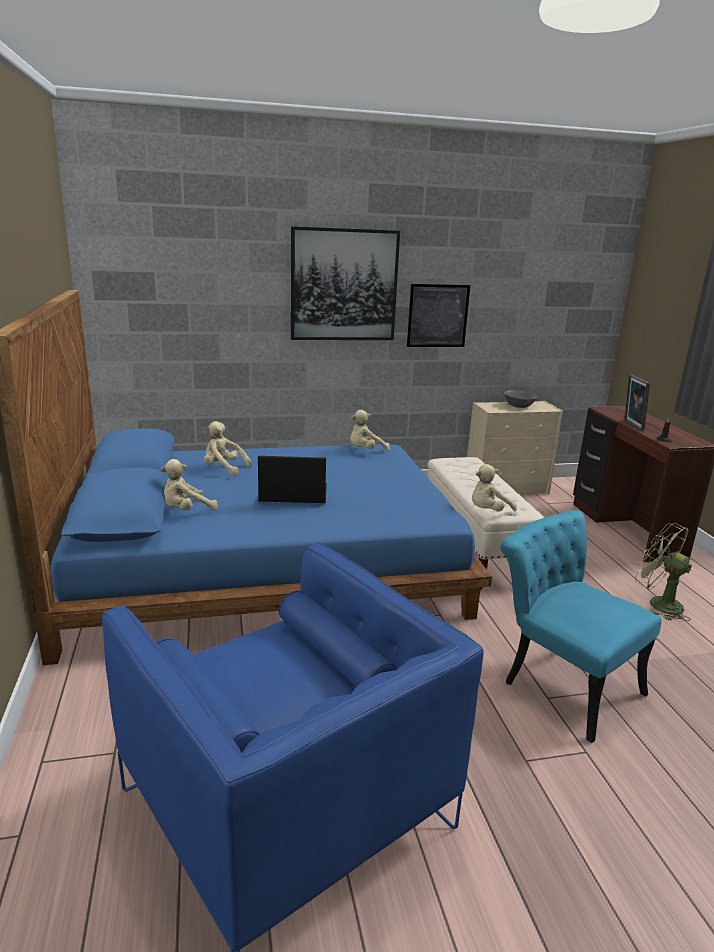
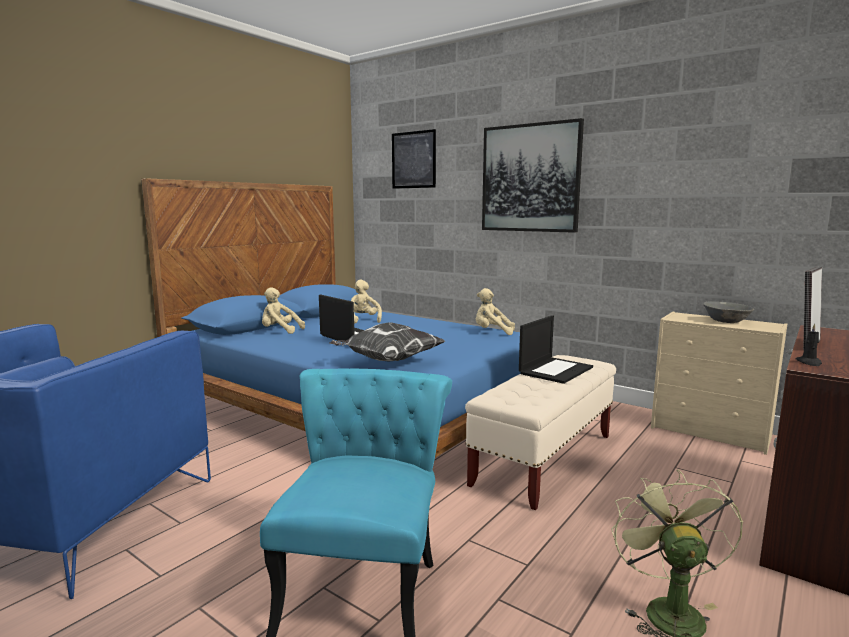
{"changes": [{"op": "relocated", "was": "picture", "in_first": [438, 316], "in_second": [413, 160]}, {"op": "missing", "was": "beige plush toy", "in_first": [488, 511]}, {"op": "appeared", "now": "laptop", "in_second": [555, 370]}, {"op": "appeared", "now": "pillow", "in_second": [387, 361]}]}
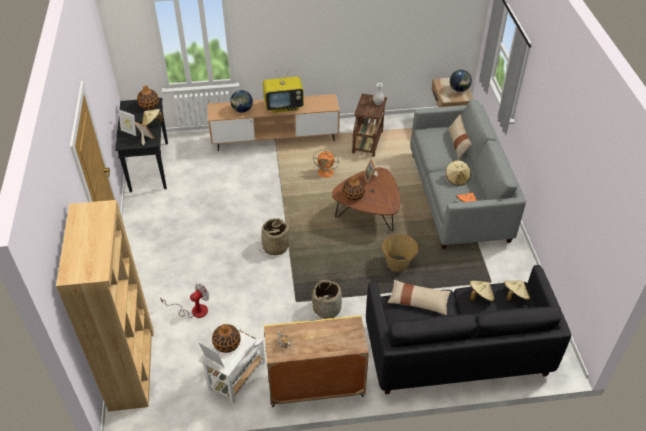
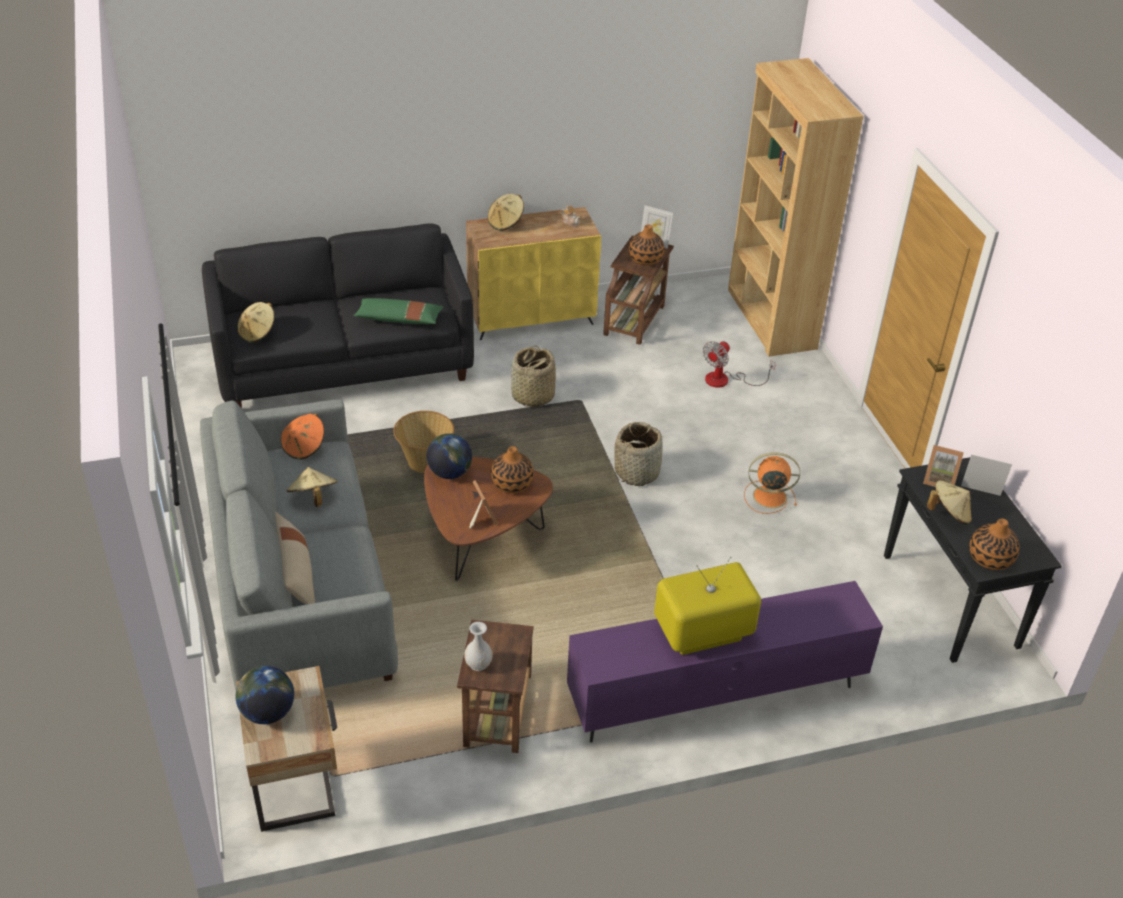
{"changes": [{"op": "relocated", "was": "globe", "in_first": [242, 110], "in_second": [450, 473]}, {"op": "colour", "was": "brown tv stand", "now": "purple tv stand", "in_first": [275, 140], "in_second": [716, 695]}, {"op": "relocated", "was": "orange fan", "in_first": [326, 172], "in_second": [768, 496]}, {"op": "colour", "was": "beige pillow", "now": "green pillow", "in_first": [418, 301], "in_second": [399, 319]}, {"op": "relocated", "was": "beige hat", "in_first": [480, 296], "in_second": [506, 223]}, {"op": "colour", "was": "white side table", "now": "brown side table", "in_first": [236, 377], "in_second": [635, 319]}]}
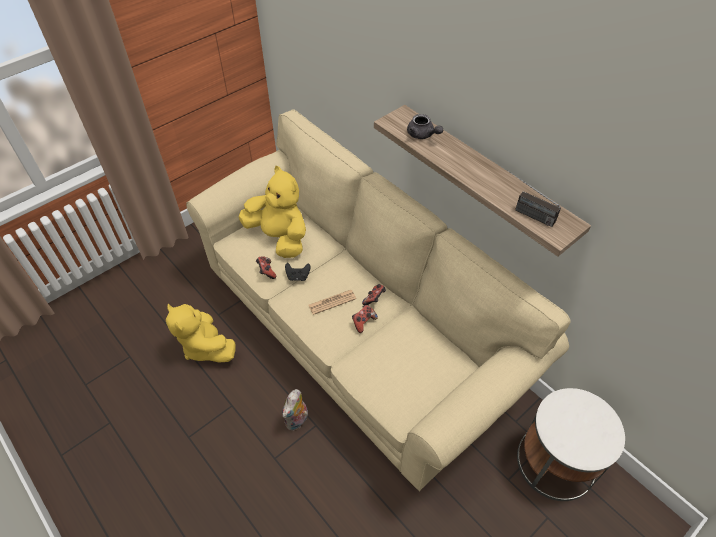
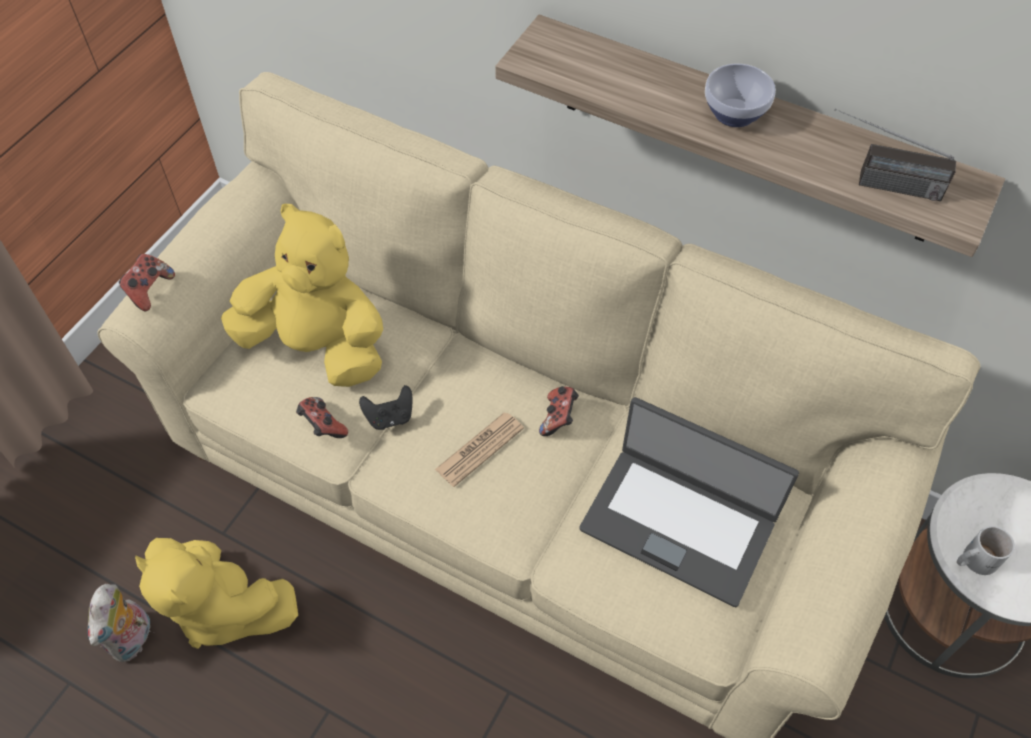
{"changes": [{"op": "missing", "was": "grey teapot", "in_first": [422, 135]}, {"op": "relocated", "was": "game controller", "in_first": [363, 322], "in_second": [149, 290]}, {"op": "relocated", "was": "plush toy", "in_first": [297, 421], "in_second": [134, 639]}, {"op": "appeared", "now": "bowl", "in_second": [735, 112]}, {"op": "appeared", "now": "laptop", "in_second": [678, 523]}, {"op": "appeared", "now": "white mug", "in_second": [973, 559]}]}
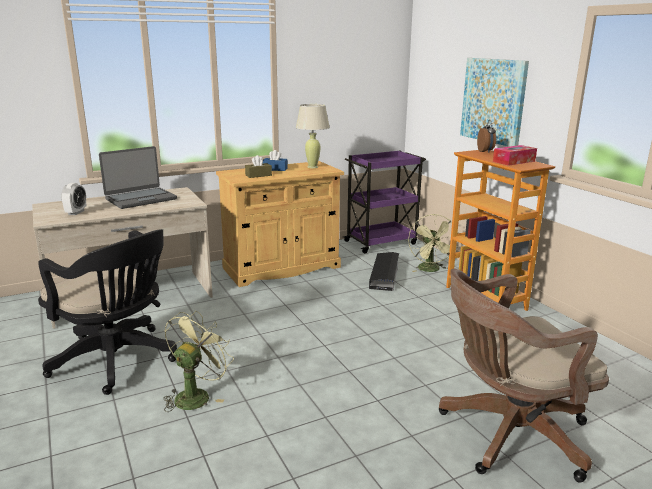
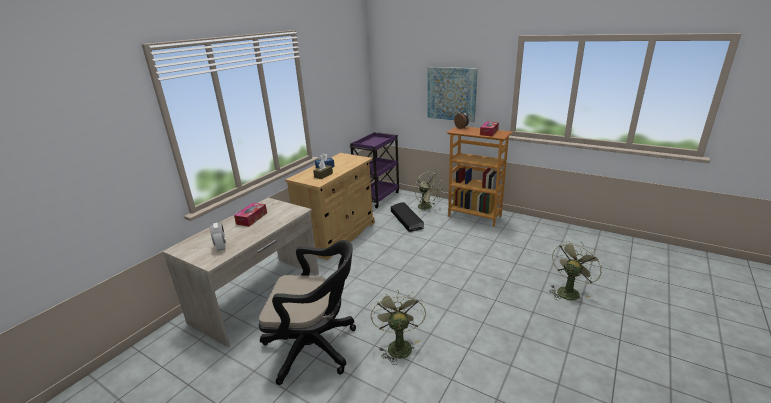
{"changes": [{"op": "missing", "was": "beige table lamp", "in_first": [312, 167]}, {"op": "exchanged", "was": "laptop", "now": "tissue box", "in_first": [140, 199], "in_second": [252, 218]}, {"op": "exchanged", "was": "brown office chair", "now": "green fan", "in_first": [507, 435], "in_second": [569, 291]}]}
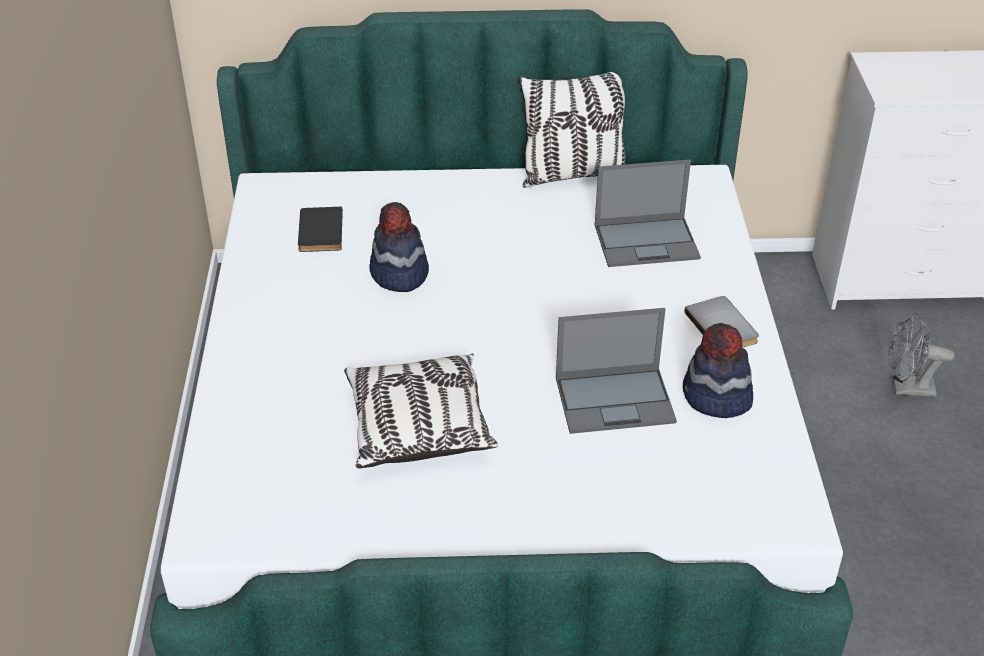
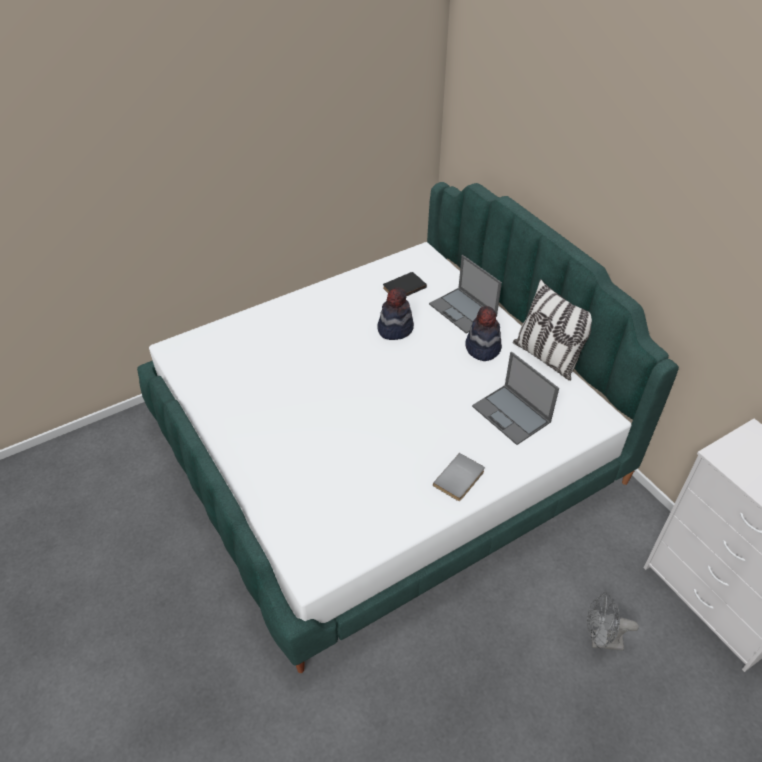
{"changes": [{"op": "relocated", "was": "laptop", "in_first": [616, 400], "in_second": [463, 310]}, {"op": "spun", "was": "grey fan", "in_first": [906, 388], "in_second": [600, 640], "clockwise": -60}, {"op": "relocated", "was": "hat", "in_first": [716, 397], "in_second": [482, 348]}, {"op": "missing", "was": "pillow", "in_first": [418, 426]}]}
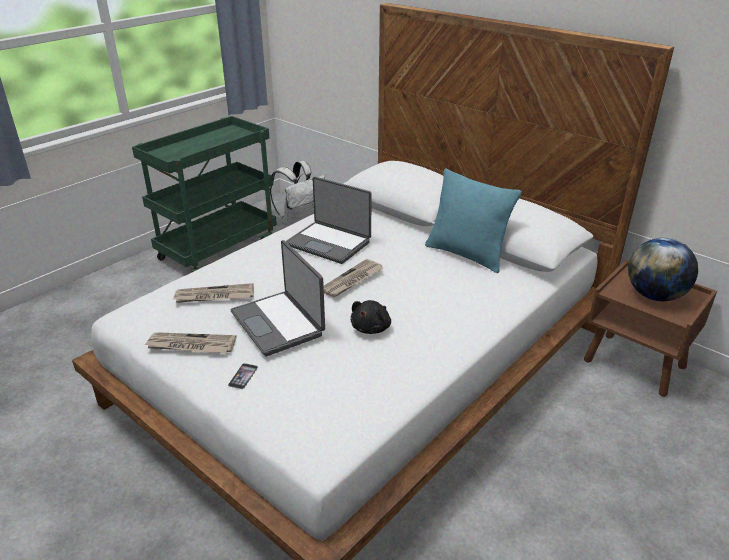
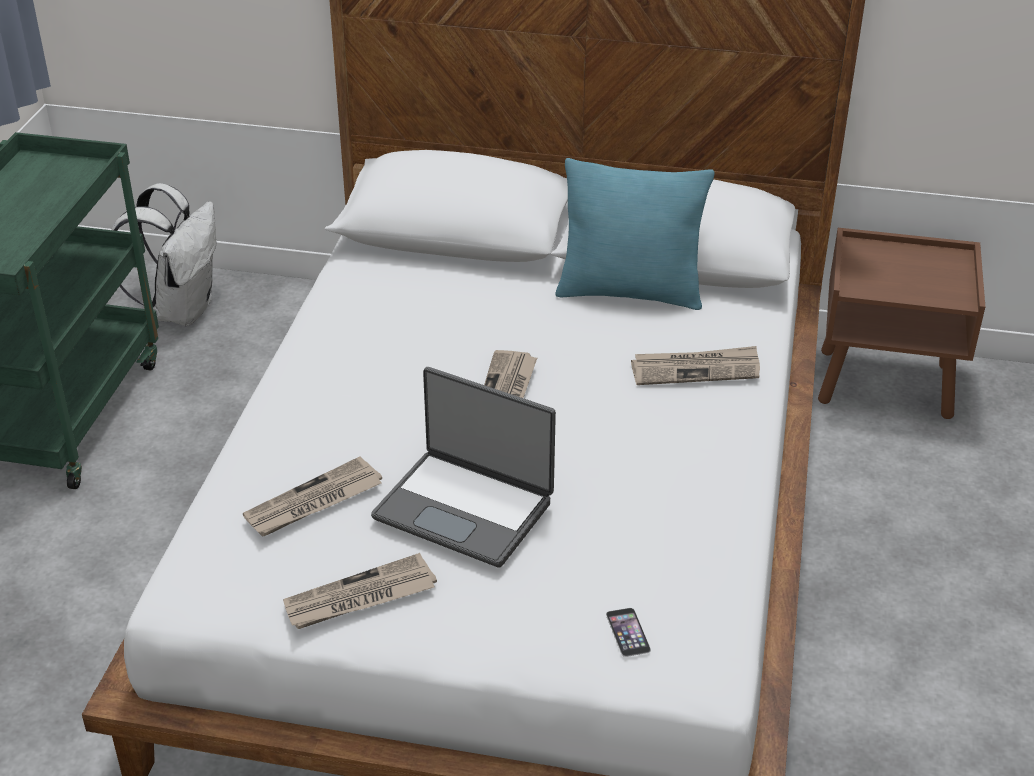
{"changes": [{"op": "missing", "was": "laptop", "in_first": [329, 243]}, {"op": "missing", "was": "globe", "in_first": [654, 296]}, {"op": "missing", "was": "black plush toy", "in_first": [372, 328]}, {"op": "relocated", "was": "phone", "in_first": [243, 376], "in_second": [628, 632]}, {"op": "appeared", "now": "newspaper", "in_second": [696, 369]}]}
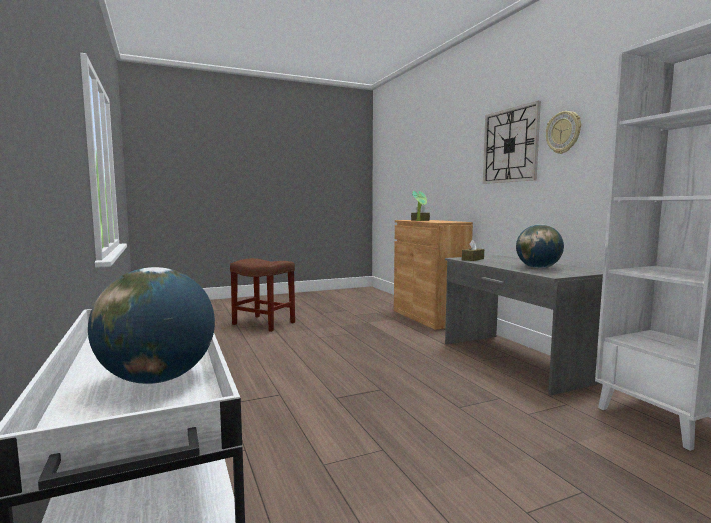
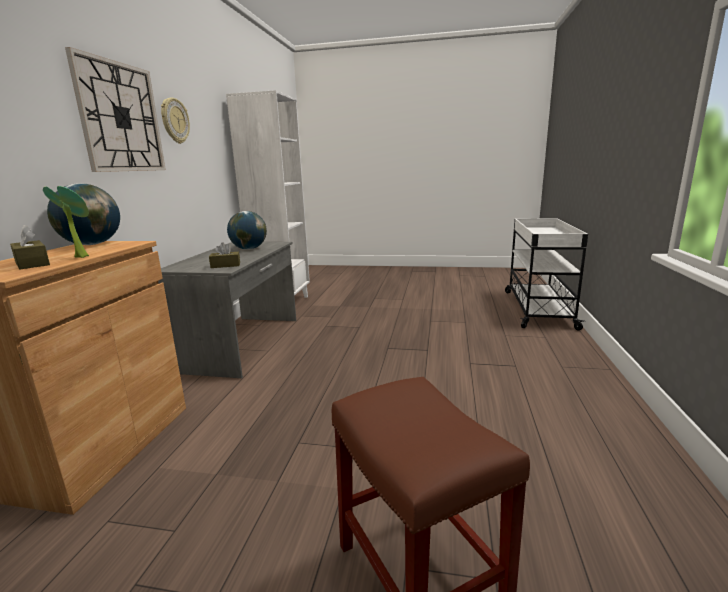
{"changes": [{"op": "relocated", "was": "globe", "in_first": [159, 378], "in_second": [91, 244]}]}
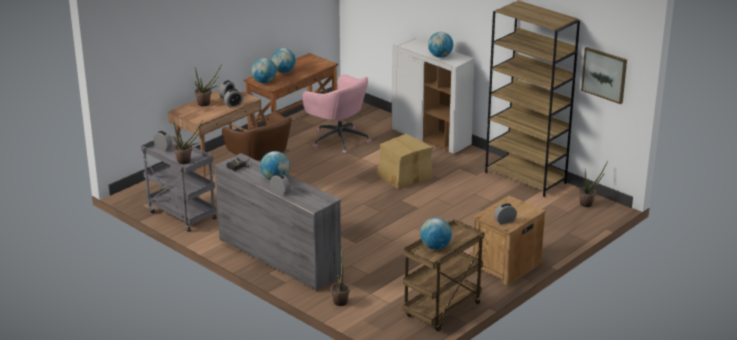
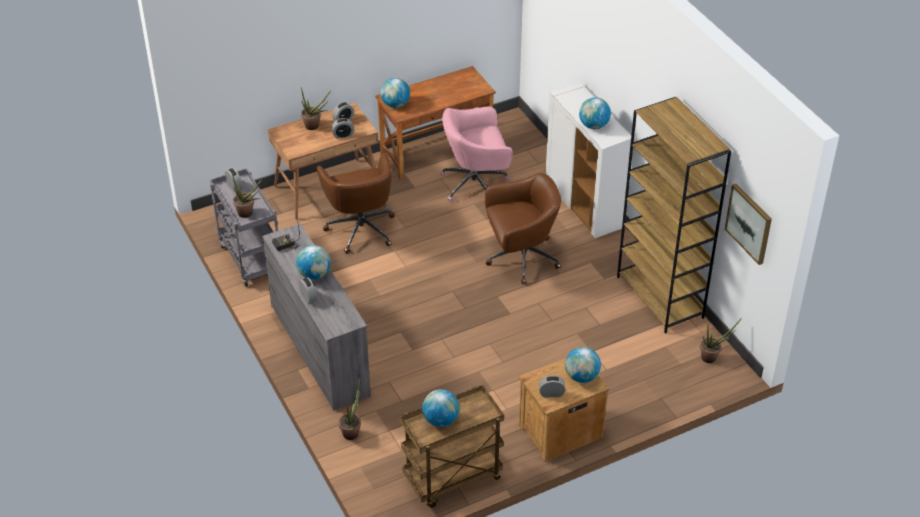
{"changes": [{"op": "relocated", "was": "globe", "in_first": [283, 72], "in_second": [581, 377]}, {"op": "spun", "was": "pink office chair", "in_first": [338, 140], "in_second": [476, 184], "clockwise": 105}, {"op": "exchanged", "was": "cardboard box", "now": "brown office chair", "in_first": [404, 175], "in_second": [521, 258]}]}
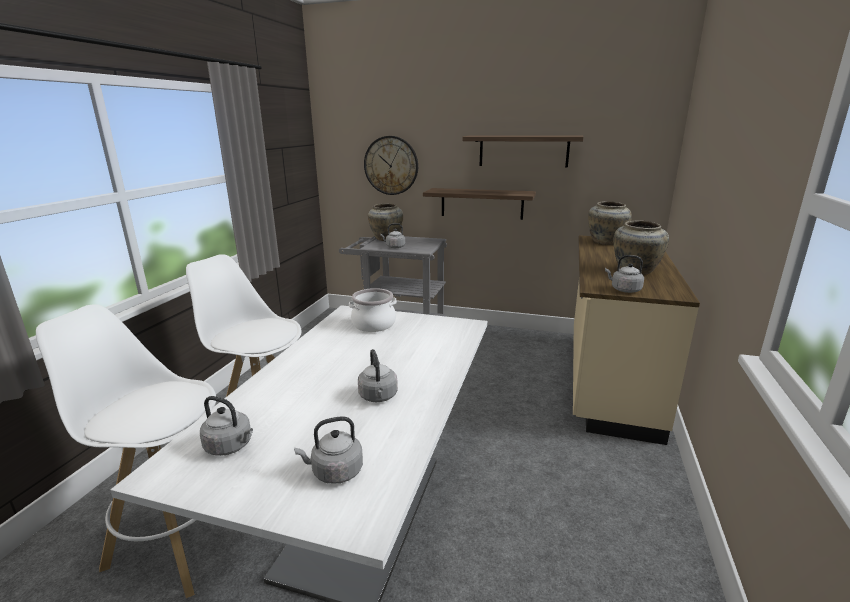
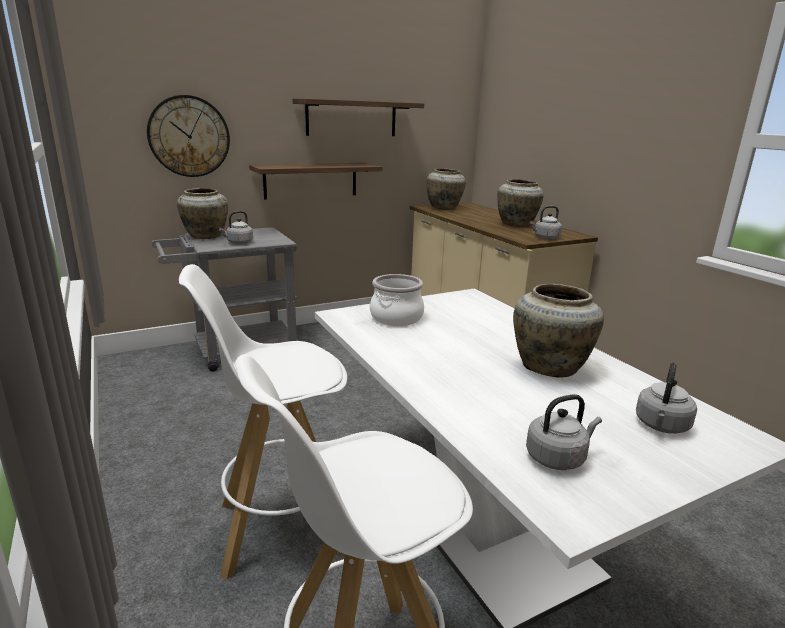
{"changes": [{"op": "exchanged", "was": "grey kettle", "now": "beige vase", "in_first": [378, 397], "in_second": [550, 367]}]}
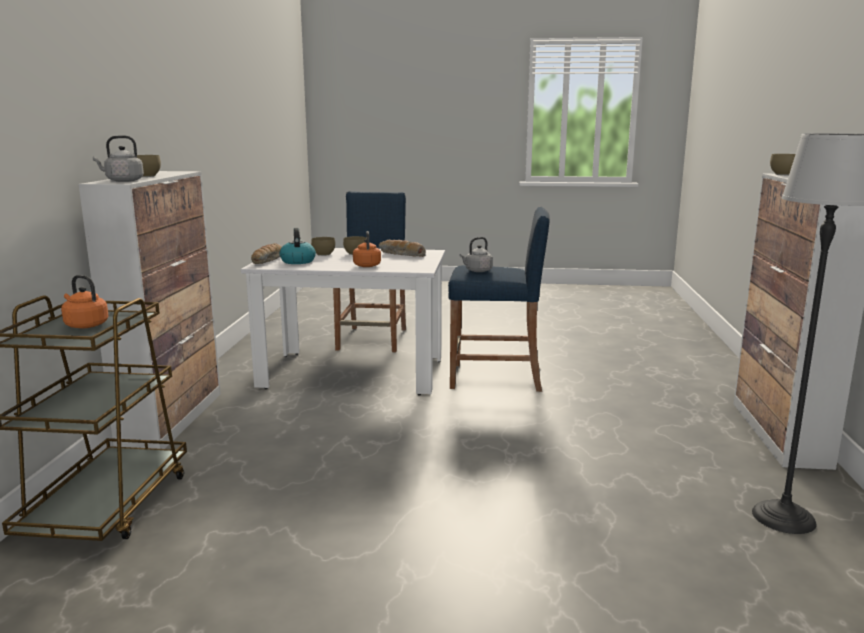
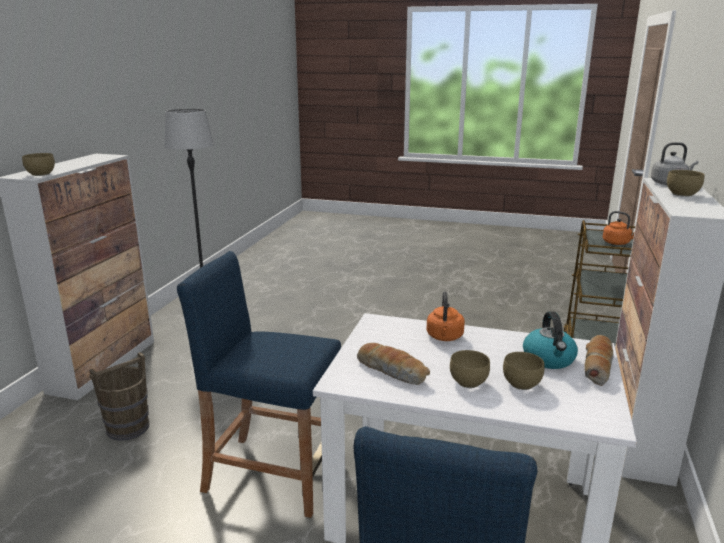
{"changes": [{"op": "missing", "was": "grey kettle", "in_first": [477, 271]}, {"op": "appeared", "now": "brown bucket", "in_second": [127, 428]}]}
